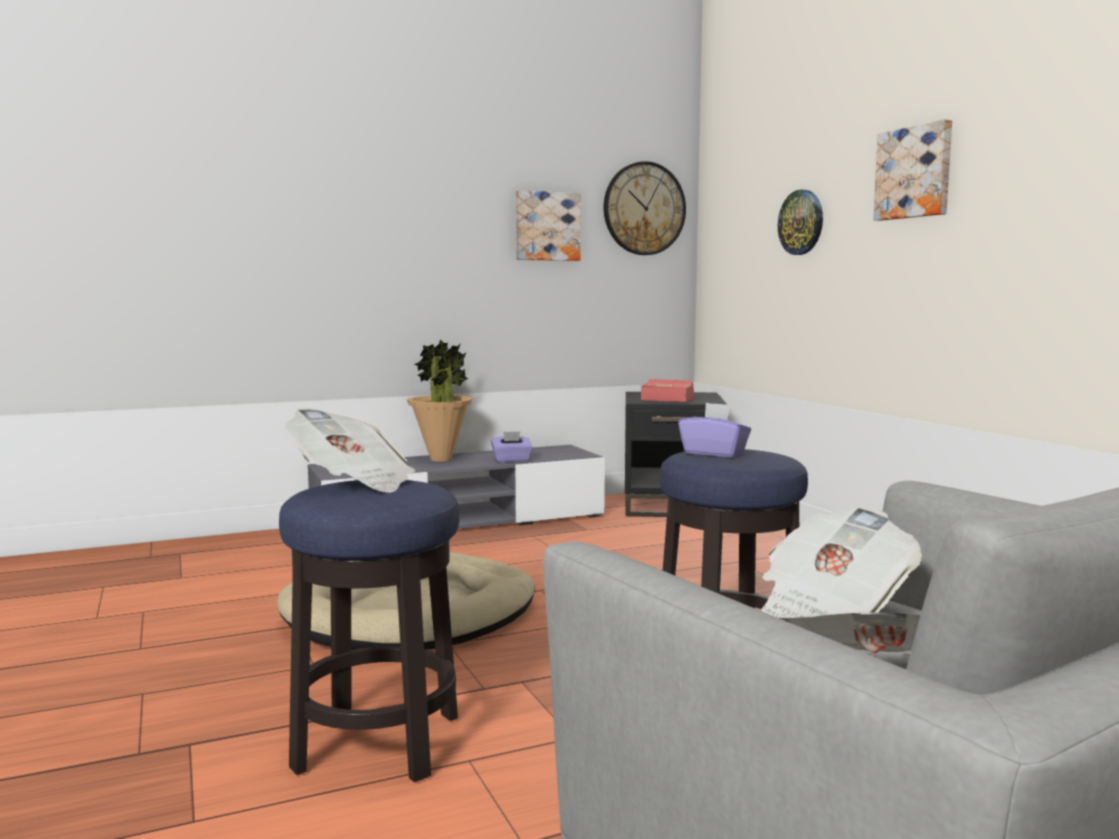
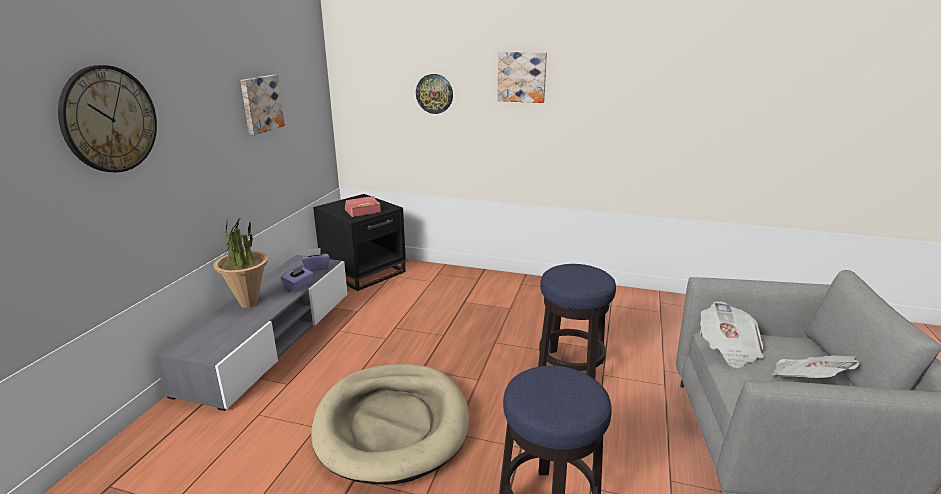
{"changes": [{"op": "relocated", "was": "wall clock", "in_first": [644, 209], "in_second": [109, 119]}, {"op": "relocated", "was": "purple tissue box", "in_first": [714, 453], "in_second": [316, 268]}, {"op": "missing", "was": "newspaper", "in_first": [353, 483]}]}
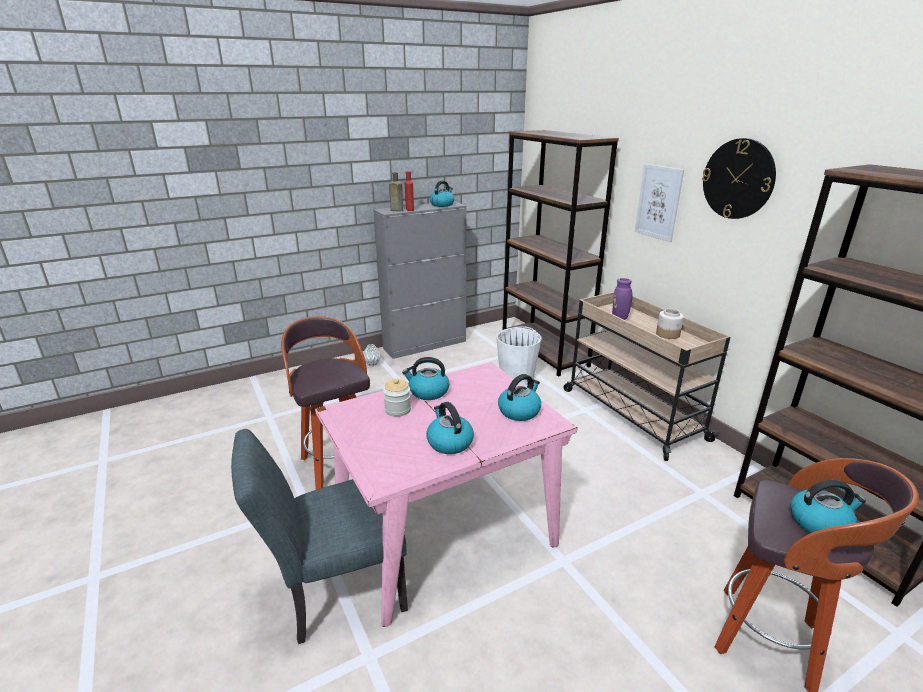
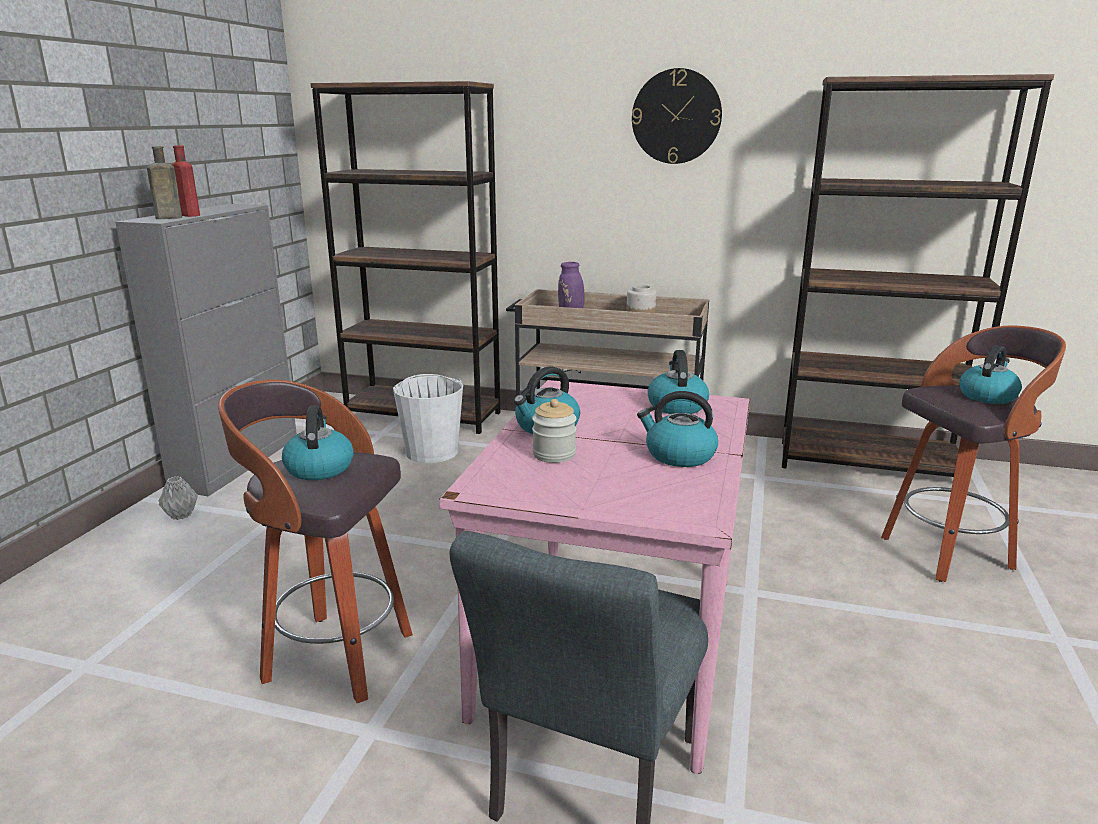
{"changes": [{"op": "missing", "was": "picture", "in_first": [658, 202]}, {"op": "relocated", "was": "kettle", "in_first": [442, 204], "in_second": [319, 468]}]}
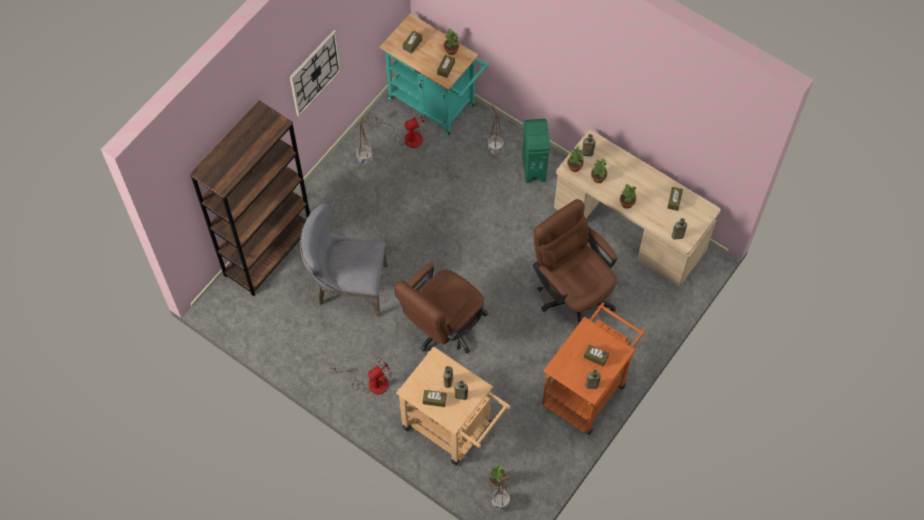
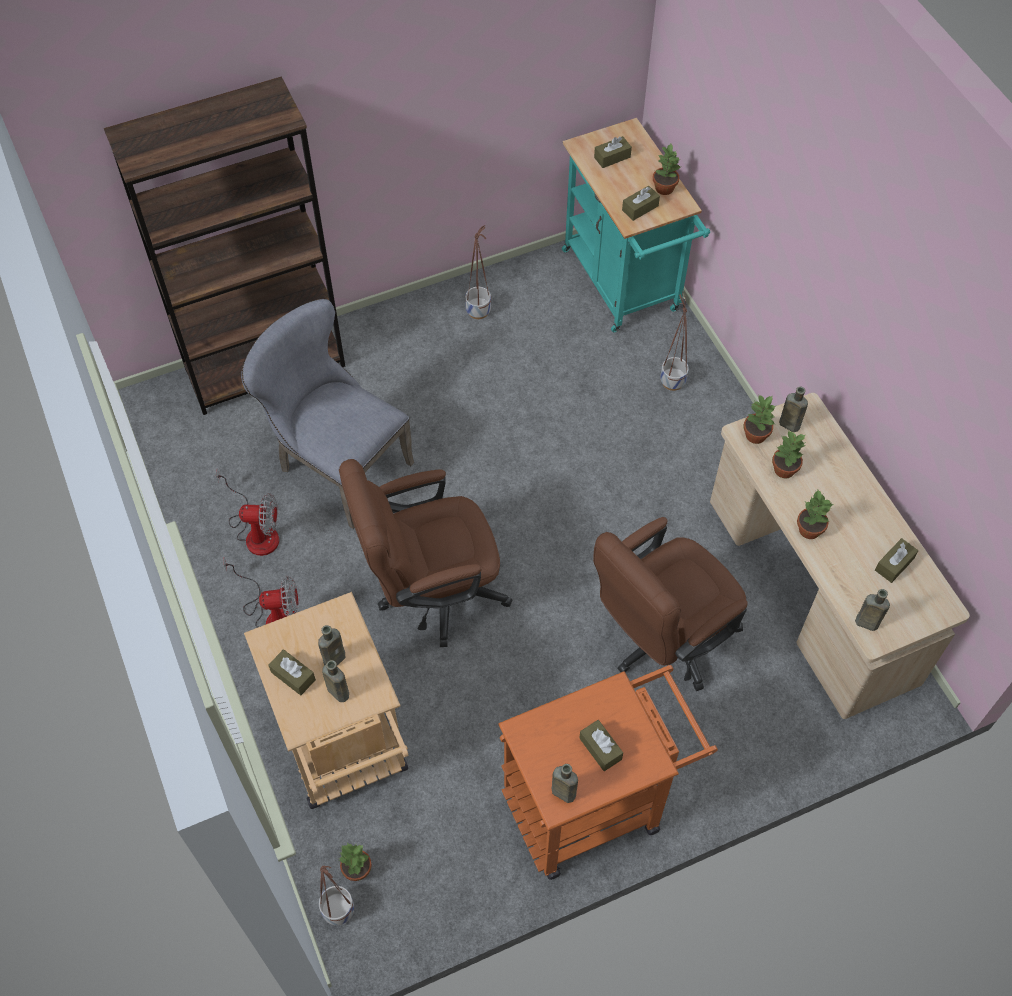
{"changes": [{"op": "missing", "was": "wall clock", "in_first": [315, 73]}, {"op": "relocated", "was": "fan", "in_first": [406, 137], "in_second": [256, 532]}, {"op": "missing", "was": "green trash can", "in_first": [534, 168]}, {"op": "spun", "was": "brown office chair", "in_first": [572, 293], "in_second": [661, 641], "clockwise": -120}]}
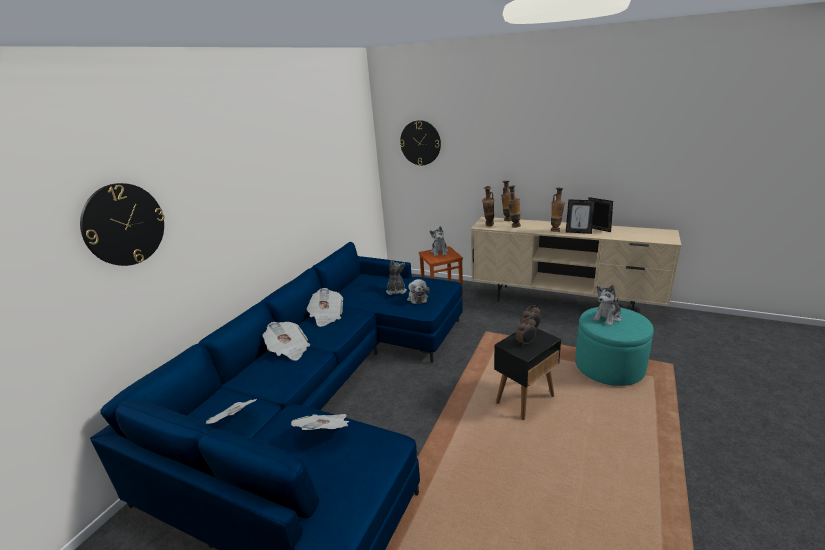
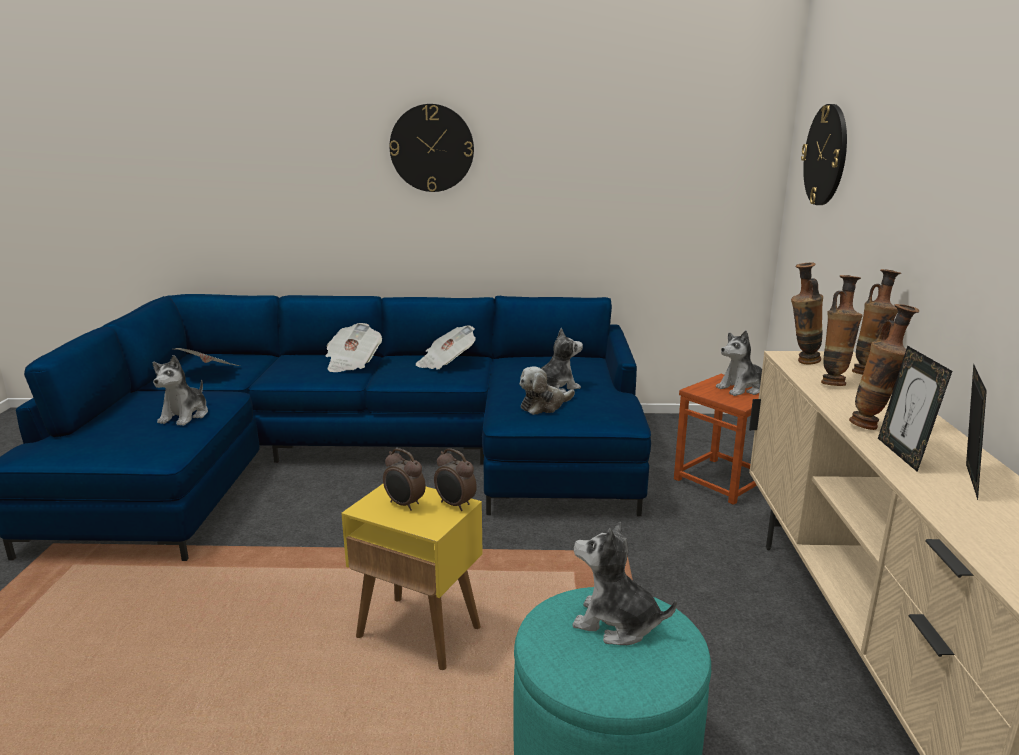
{"changes": [{"op": "relocated", "was": "wall clock", "in_first": [124, 224], "in_second": [432, 148]}, {"op": "colour", "was": "black side table", "now": "yellow side table", "in_first": [525, 399], "in_second": [420, 633]}, {"op": "exchanged", "was": "newspaper", "now": "plush toy", "in_first": [325, 432], "in_second": [185, 416]}]}
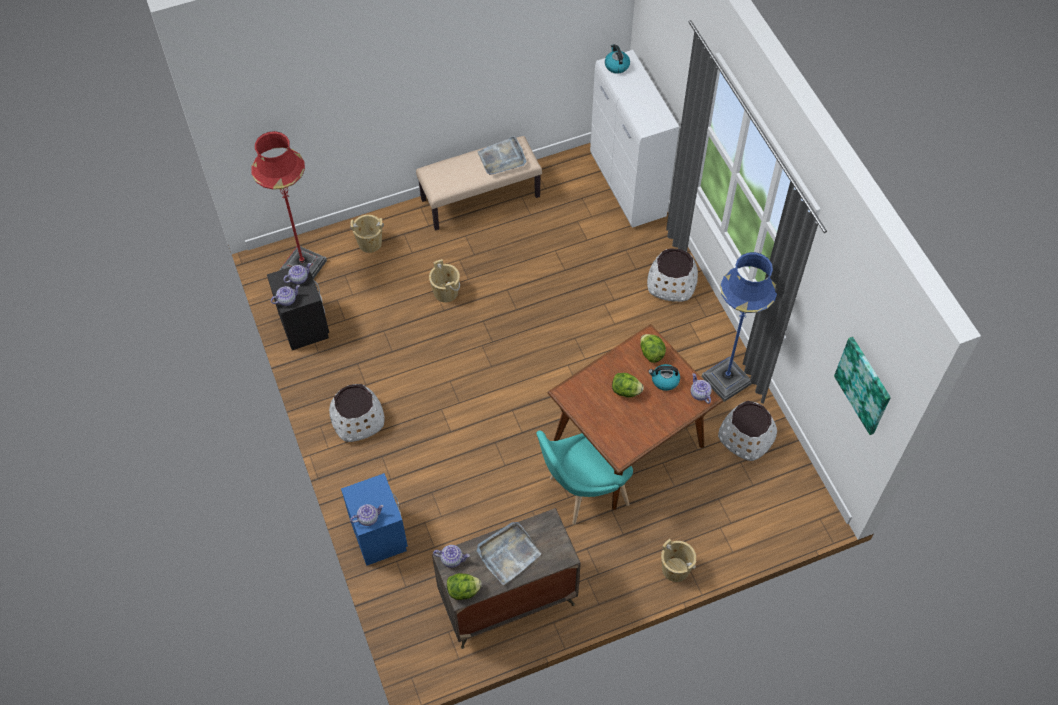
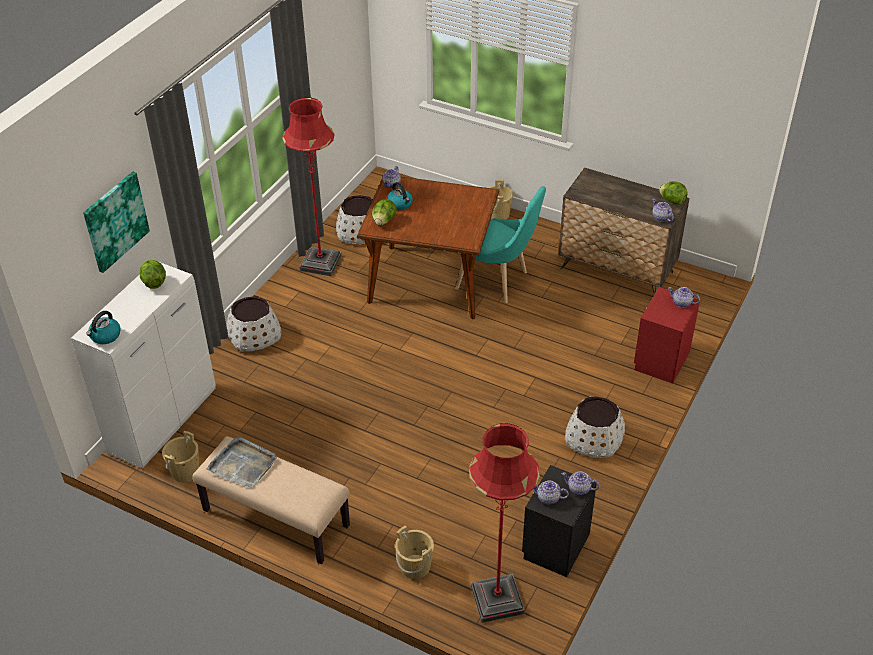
{"changes": [{"op": "colour", "was": "blue floor lamp", "now": "red floor lamp", "in_first": [726, 380], "in_second": [321, 263]}, {"op": "relocated", "was": "beige bucket", "in_first": [446, 292], "in_second": [185, 471]}, {"op": "relocated", "was": "picture", "in_first": [864, 385], "in_second": [115, 221]}, {"op": "relocated", "was": "lettuce", "in_first": [626, 391], "in_second": [154, 282]}, {"op": "colour", "was": "blue nightstand", "now": "red nightstand", "in_first": [378, 535], "in_second": [661, 360]}, {"op": "missing", "was": "grey tray", "in_first": [508, 553]}]}
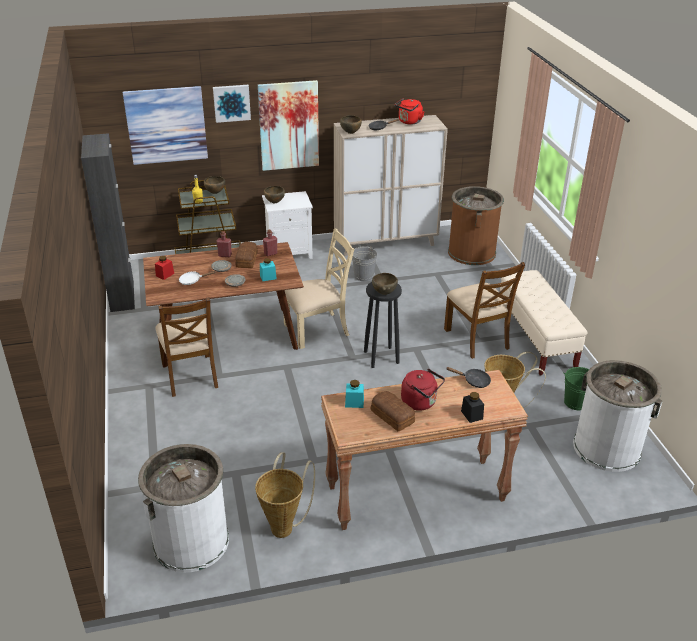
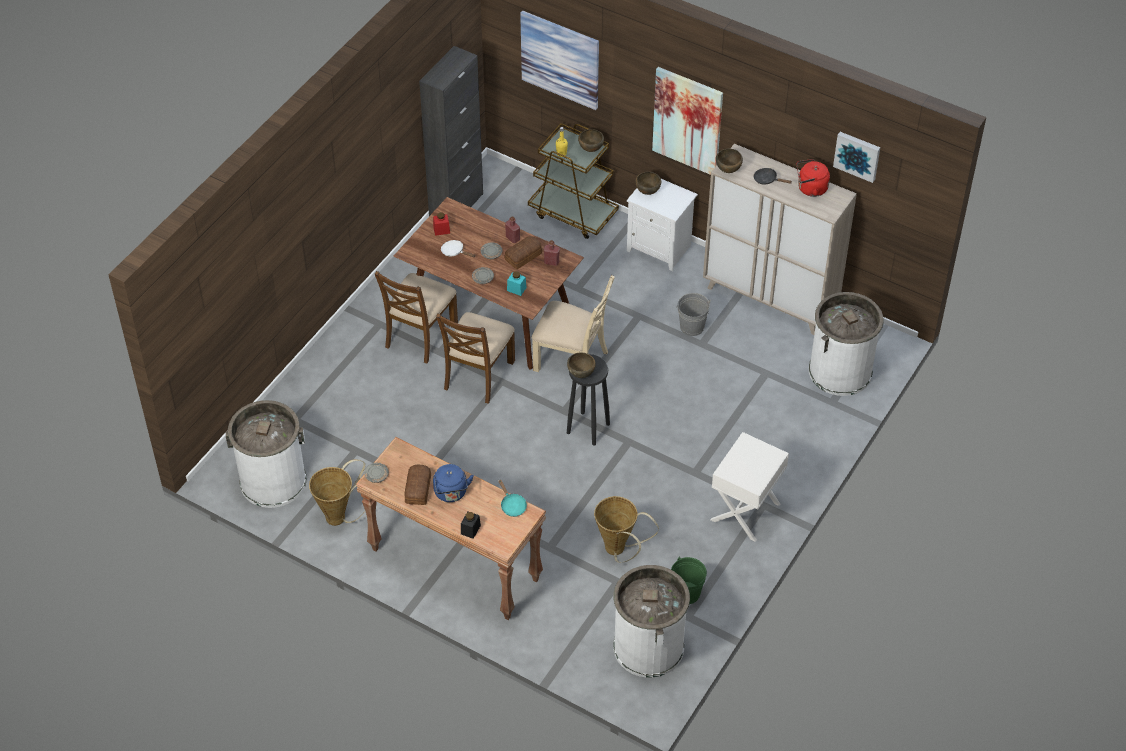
{"changes": [{"op": "relocated", "was": "picture", "in_first": [231, 102], "in_second": [857, 155]}, {"op": "colour", "was": "brown trash can", "now": "white trash can", "in_first": [471, 252], "in_second": [840, 371]}, {"op": "relocated", "was": "brown chair", "in_first": [477, 339], "in_second": [478, 375]}, {"op": "exchanged", "was": "beige bench", "now": "white nightstand", "in_first": [535, 341], "in_second": [746, 512]}, {"op": "colour", "was": "black frying pan", "now": "turquoise frying pan", "in_first": [473, 381], "in_second": [512, 505]}, {"op": "colour", "was": "red kettle", "now": "blue kettle", "in_first": [421, 402], "in_second": [451, 493]}, {"op": "missing", "was": "turquoise jar", "in_first": [354, 402]}, {"op": "appeared", "now": "grey plate", "in_second": [376, 475]}]}
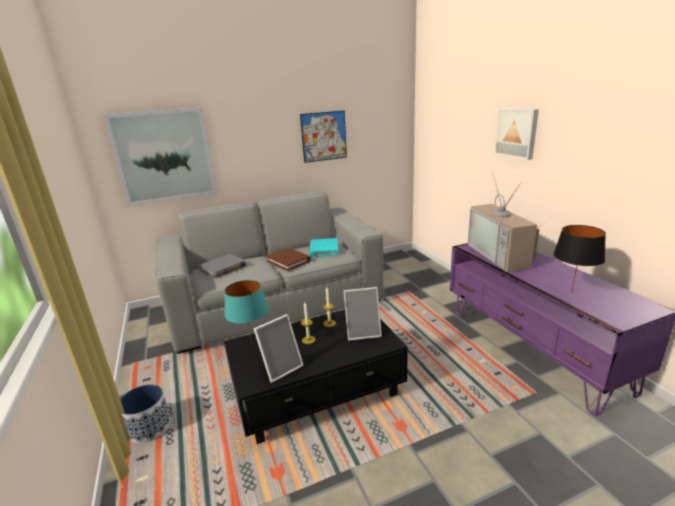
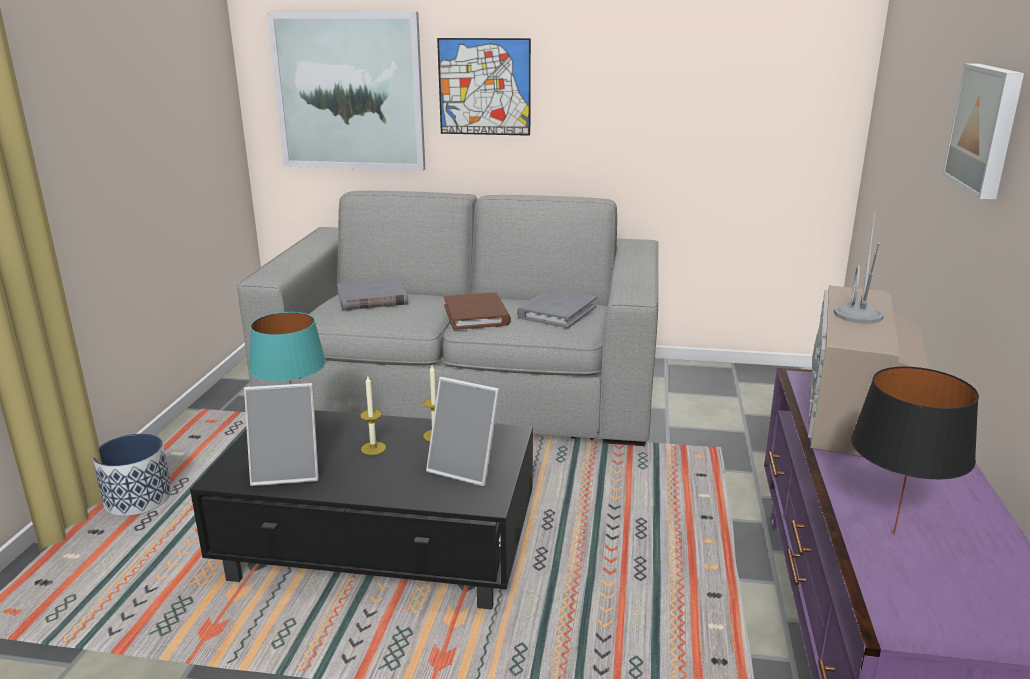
{"changes": [{"op": "relocated", "was": "picture", "in_first": [324, 136], "in_second": [484, 87]}, {"op": "colour", "was": "turquoise book", "now": "grey book", "in_first": [323, 249], "in_second": [557, 312]}]}
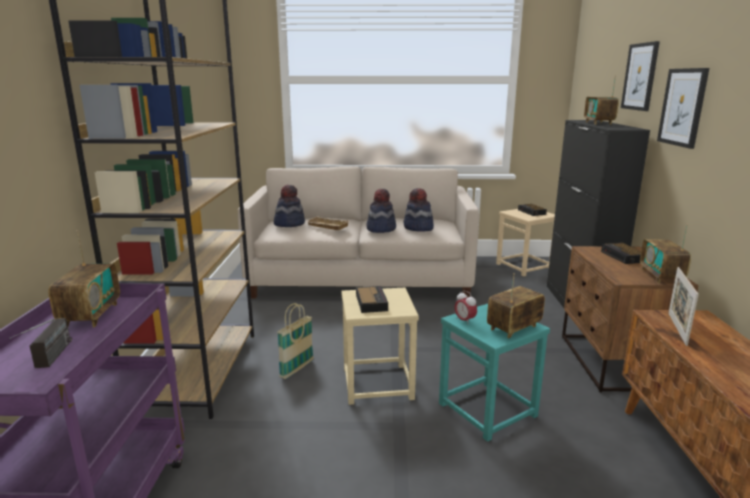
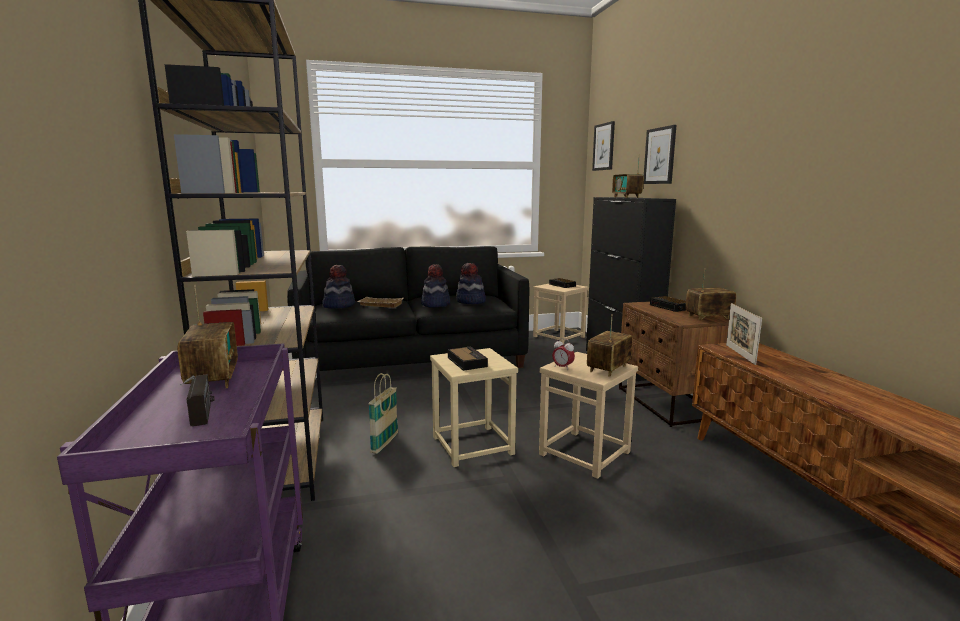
{"changes": [{"op": "relocated", "was": "picture", "in_first": [683, 107], "in_second": [604, 147]}, {"op": "colour", "was": "beige sofa", "now": "black sofa", "in_first": [361, 279], "in_second": [412, 359]}, {"op": "spun", "was": "radio", "in_first": [661, 276], "in_second": [708, 317], "clockwise": 90}, {"op": "colour", "was": "turquoise stool", "now": "beige stool", "in_first": [488, 409], "in_second": [585, 453]}]}
